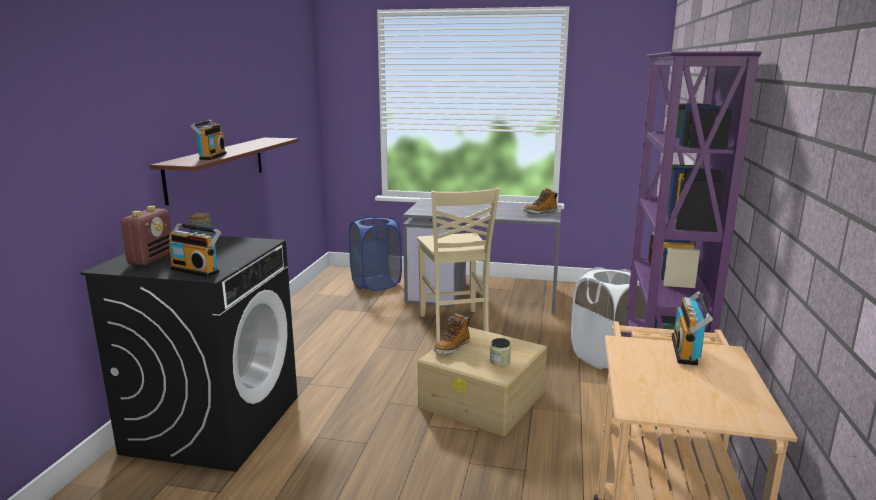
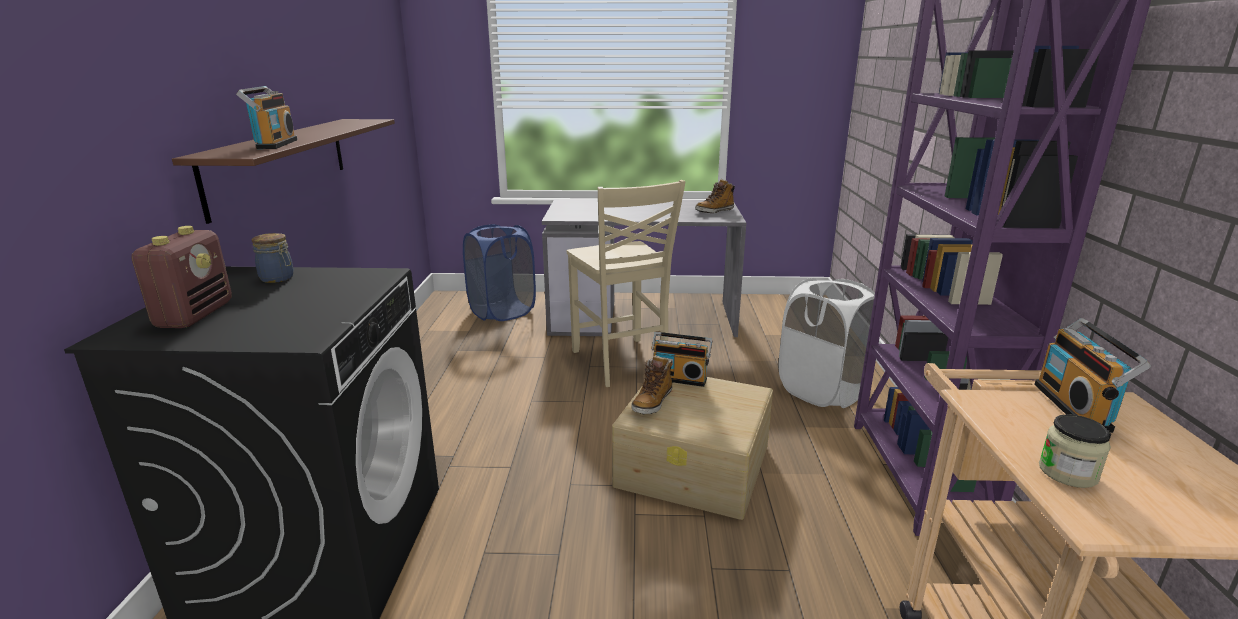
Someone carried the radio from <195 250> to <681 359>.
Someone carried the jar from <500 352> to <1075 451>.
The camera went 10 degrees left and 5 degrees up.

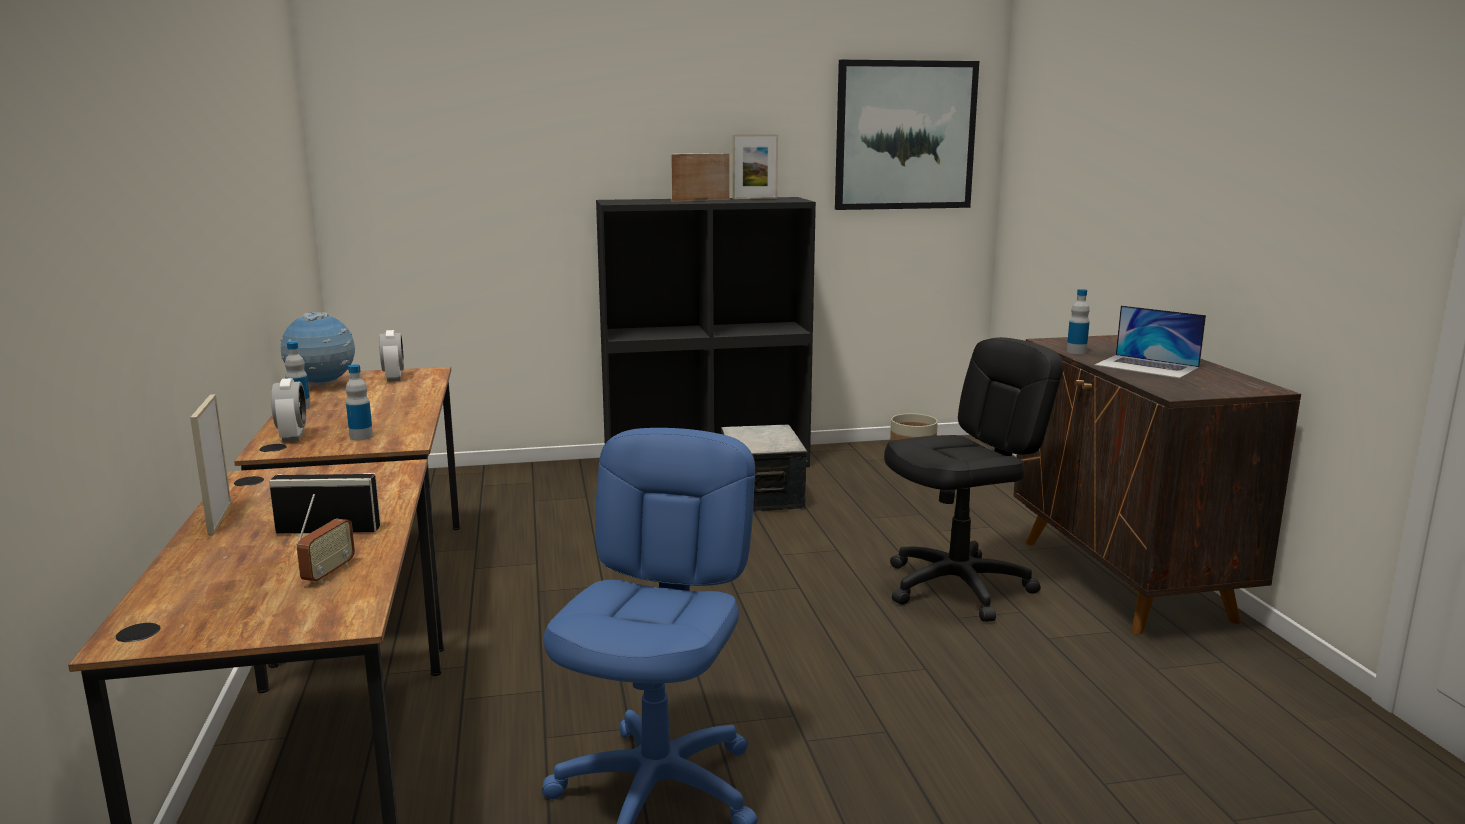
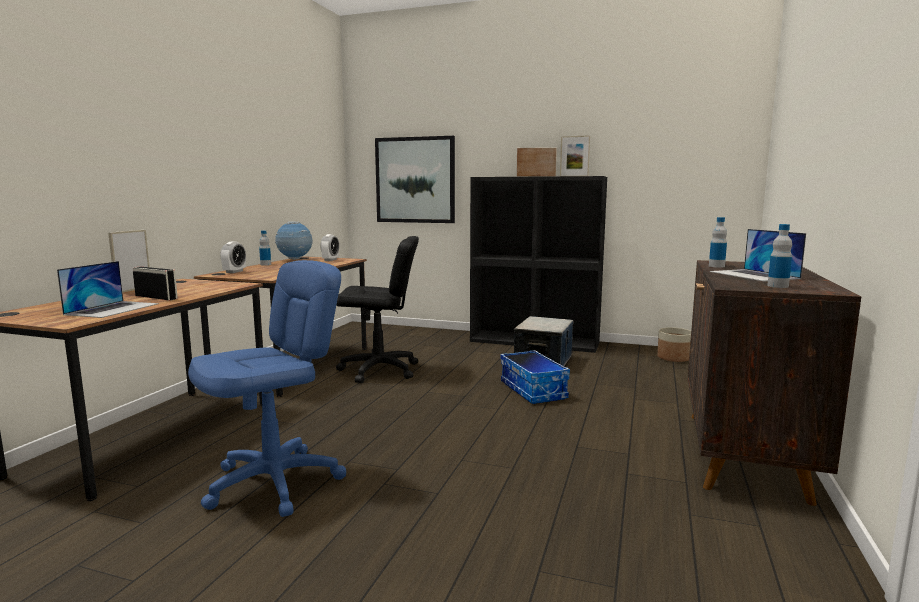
Someone put down the storage box at <535 377>.
Someone carried the bottle from <359 402> to <779 256>.
Someone carried the picture from <907 135> to <415 179>.
Someone carried the office chair in black from <974 479> to <377 309>.
Someone swapped the radio at <325 538> for the laptop at <108 289>.
The camera went 30 degrees right and 5 degrees down.

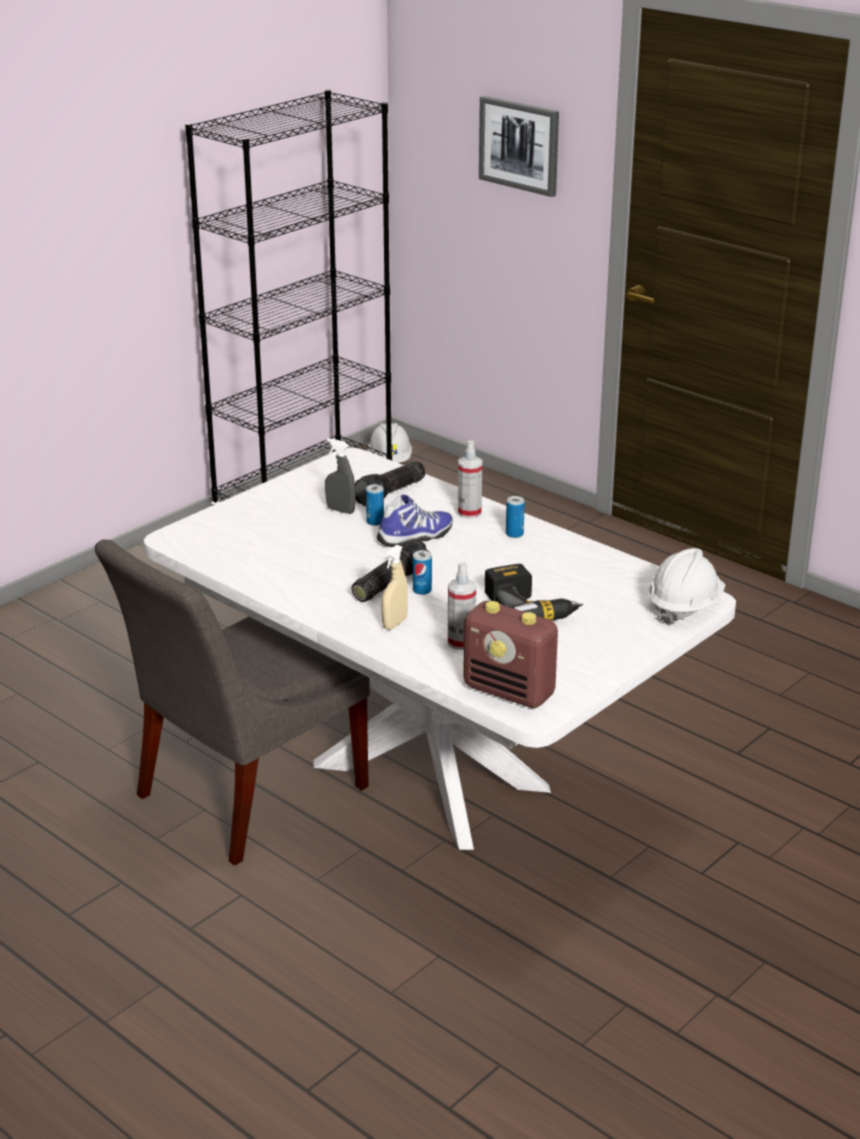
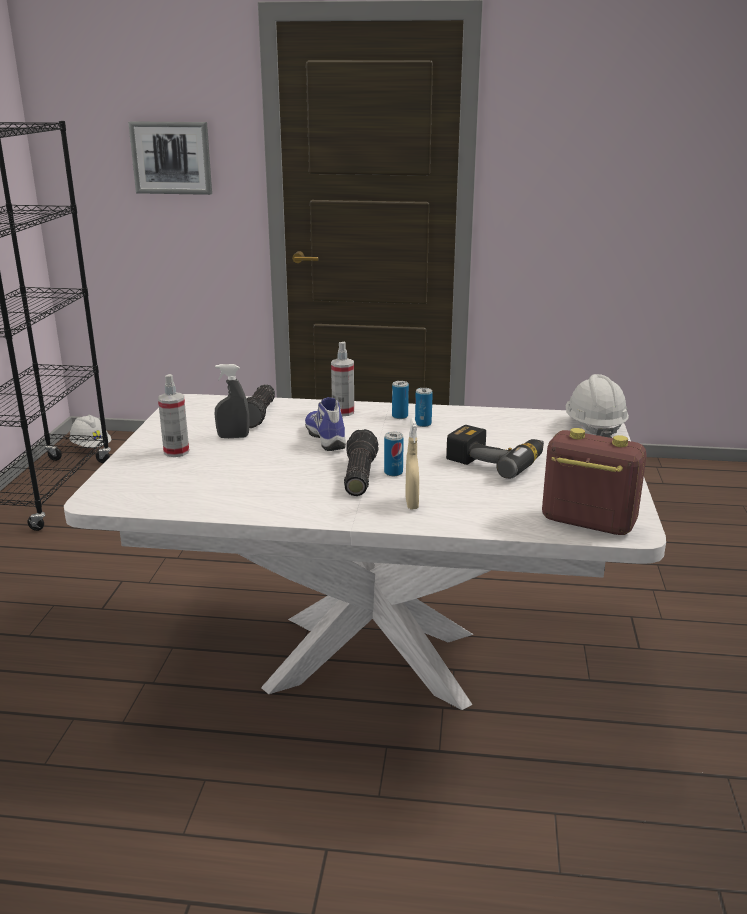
Someone took away the chair in grey at <232 702>.
Someone carried the can from <375 505> to <424 407>.
Someone carried the spray bottle from <462 606> to <173 415>.
Someone rotated the shoe at <415 521> by 45 degrees counterclockwise.
Someone rotated the radio at <510 654> by 150 degrees counterclockwise.
The camera went 35 degrees left and 5 degrees down.

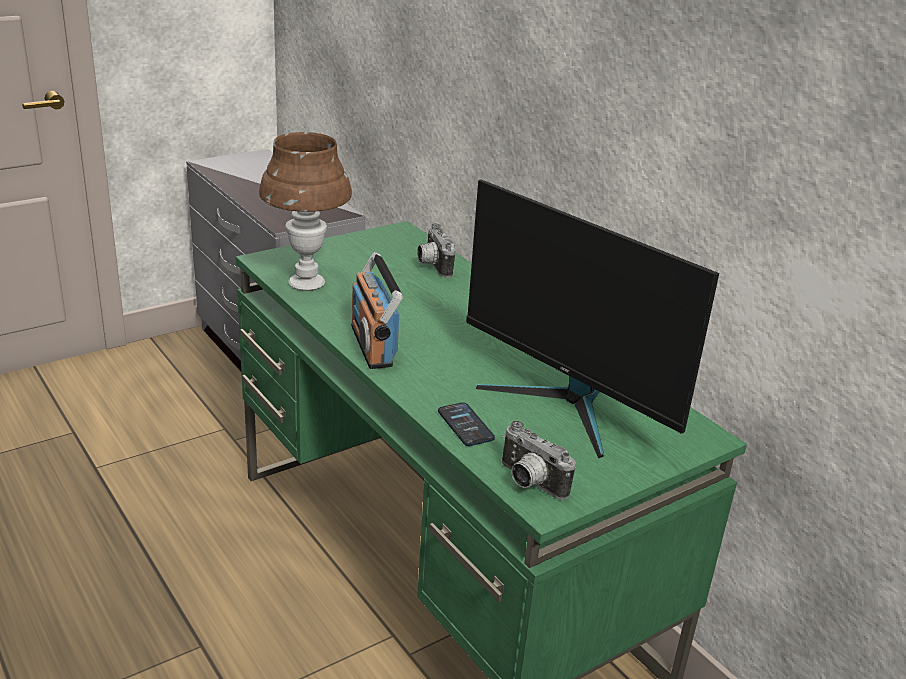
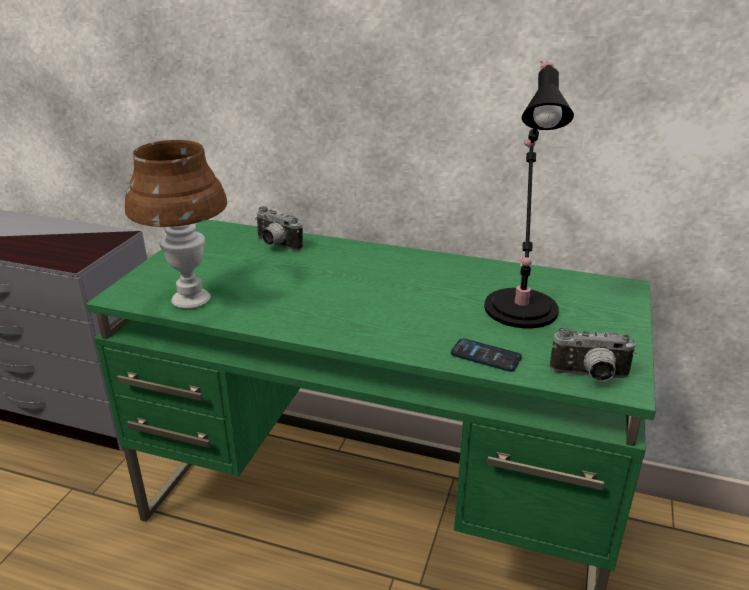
Someone took away the radio at <377 310>.
Someone swapped the monitor at <592 319> for the table lamp in black at <529 194>.
The camera went 35 degrees left and 0 degrees up.

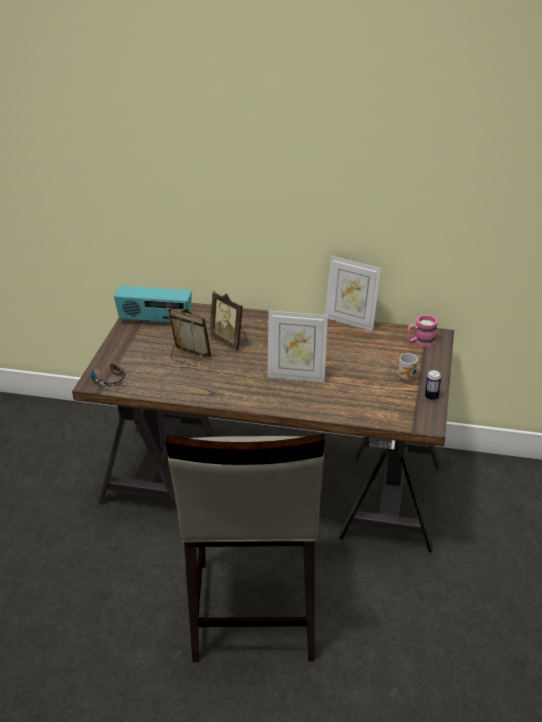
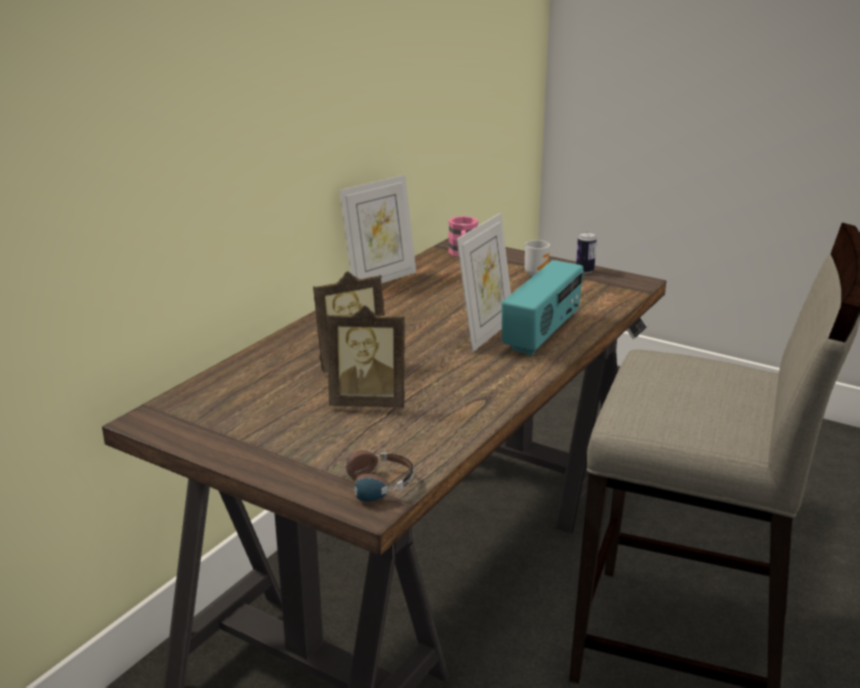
Someone carried the radio from <153 304> to <542 308>.
Someone rotated the picture frame at <189 337> by 135 degrees counterclockwise.
The camera went 70 degrees left and 10 degrees down.

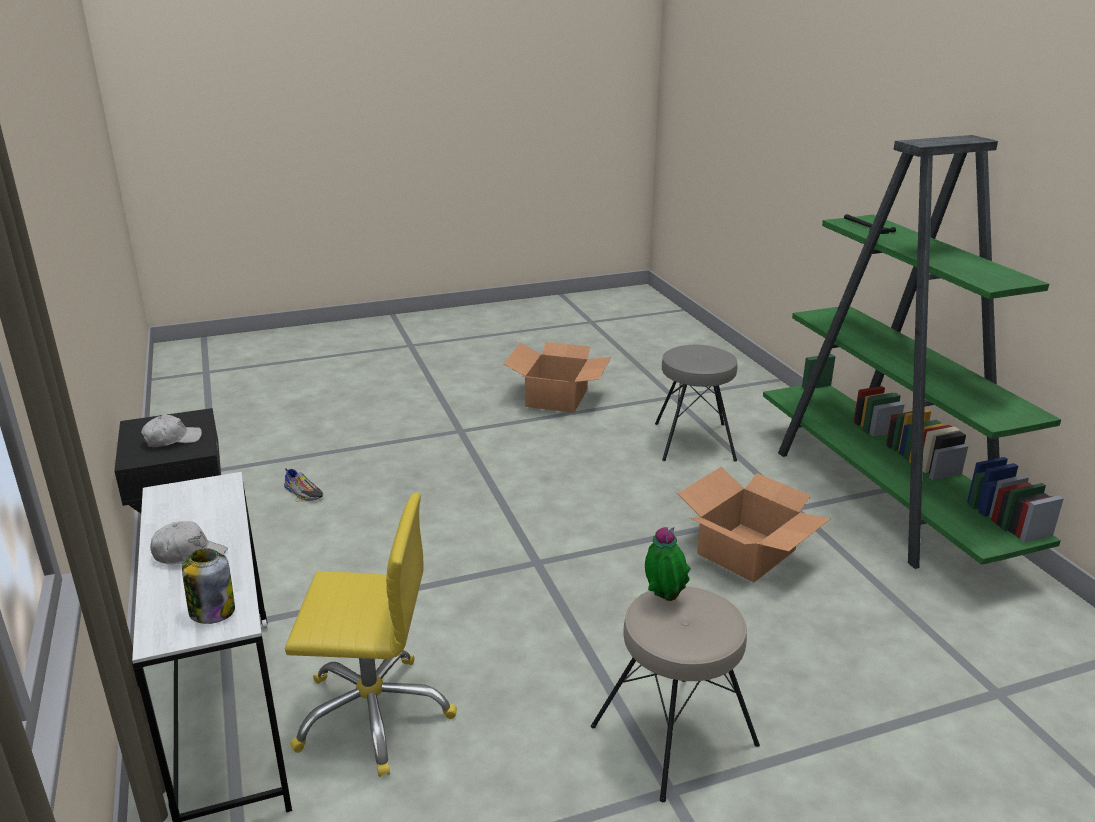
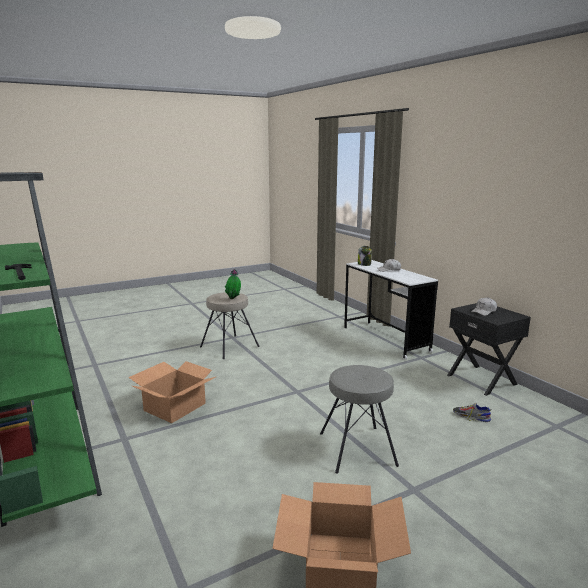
Someone took away the office chair in yellow at <371 634>.
Someone carried the stool in grey from <696 403> to <359 419>.
The camera went 170 degrees right and 10 degrees down.

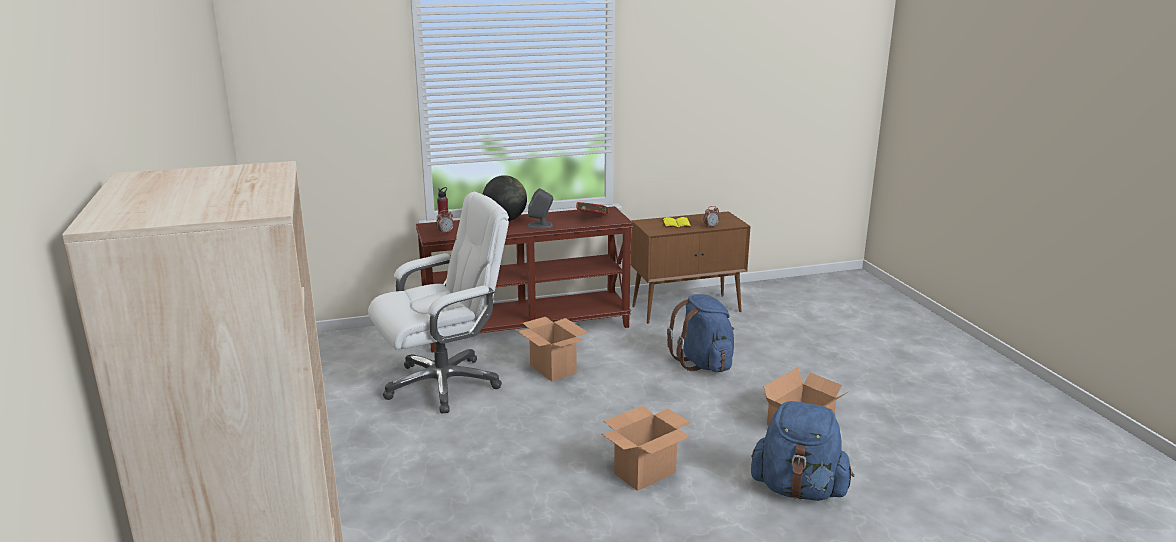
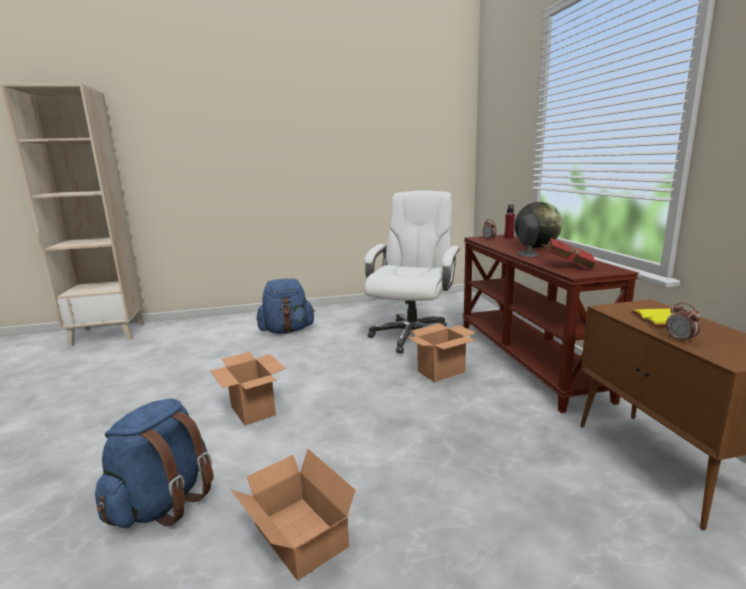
Someone carried the backpack in blue from <700 333> to <286 306>.
Someone rotated the office chair in white at <438 302> by 135 degrees counterclockwise.
The camera went 95 degrees right and 5 degrees down.

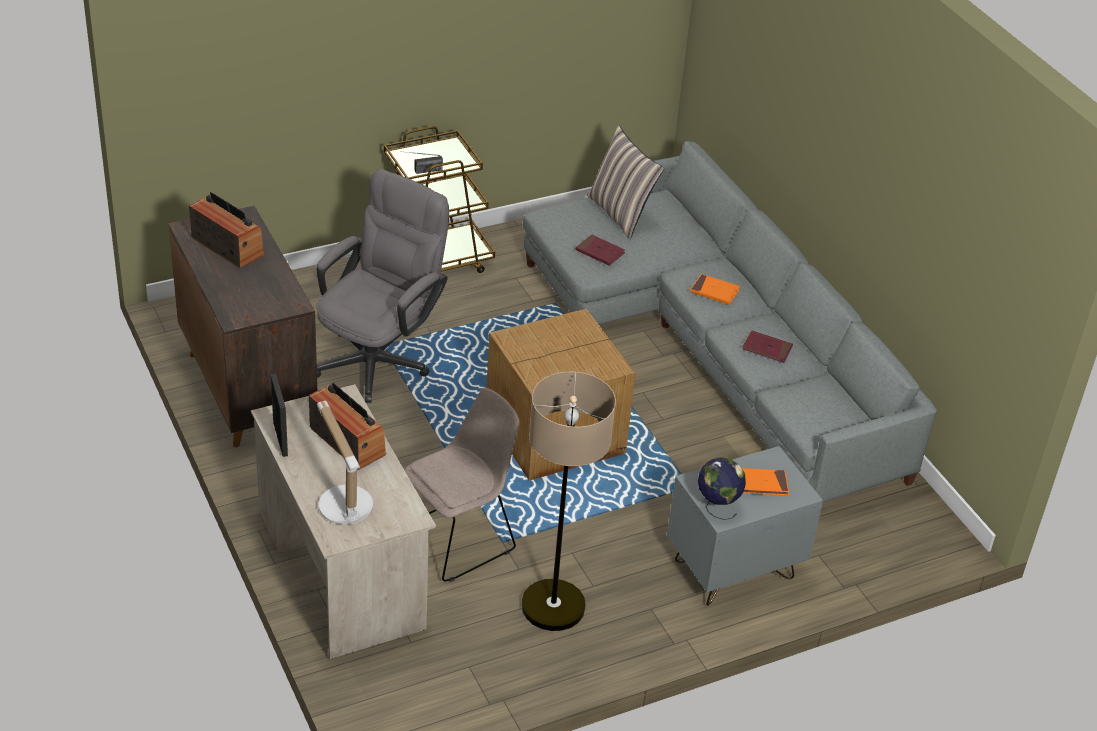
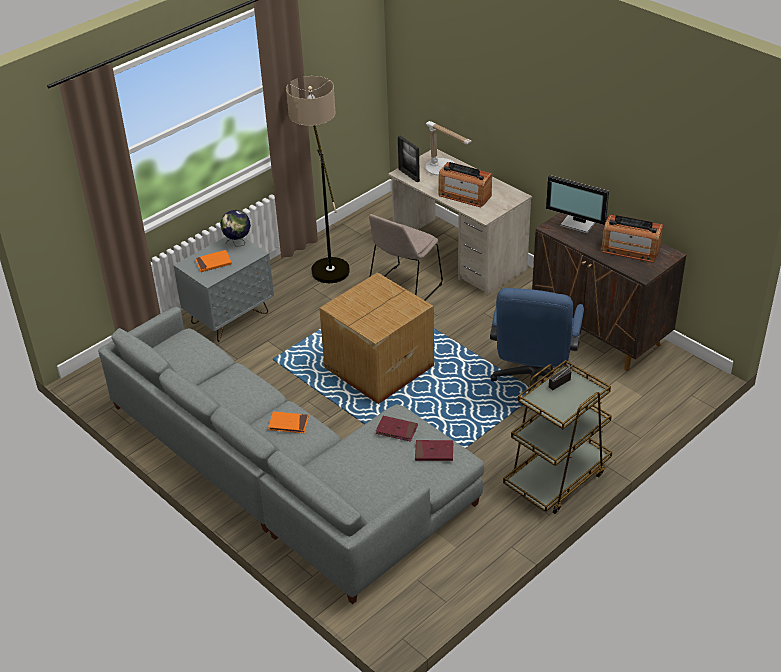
Someone took away the pillow at <625 182>.
Someone put down the monitor at <577 204>.
Someone carried the picture frame from <279 415> to <409 159>.
Someone carried the book in red from <767 346> to <434 450>.
Someone repainted the office chair in grey at <383 286>, which became the office chair in blue at <537 339>.
The camera went 165 degrees right and 0 degrees up.

